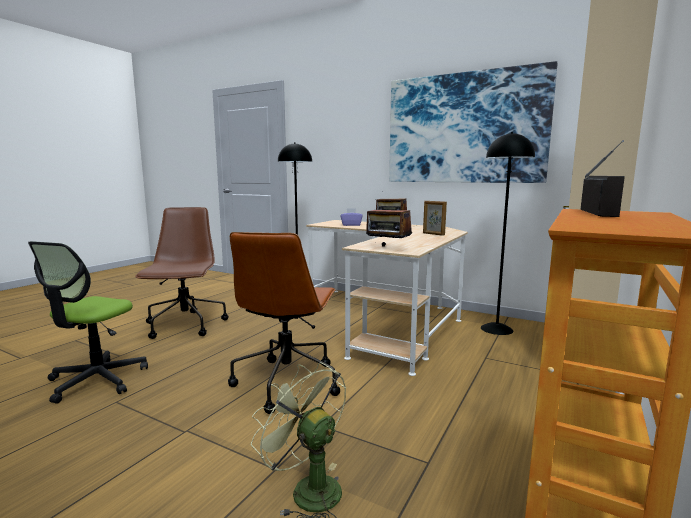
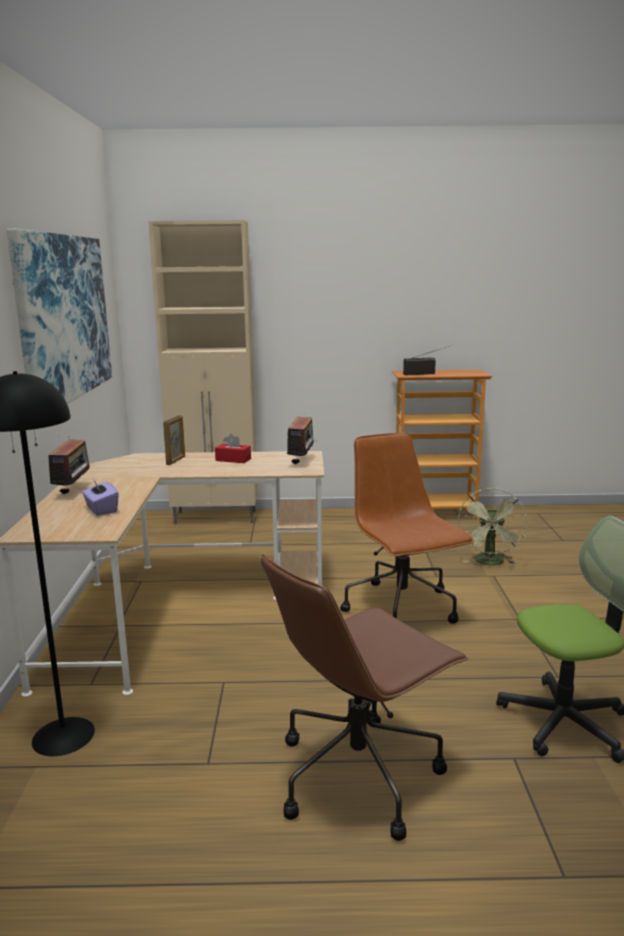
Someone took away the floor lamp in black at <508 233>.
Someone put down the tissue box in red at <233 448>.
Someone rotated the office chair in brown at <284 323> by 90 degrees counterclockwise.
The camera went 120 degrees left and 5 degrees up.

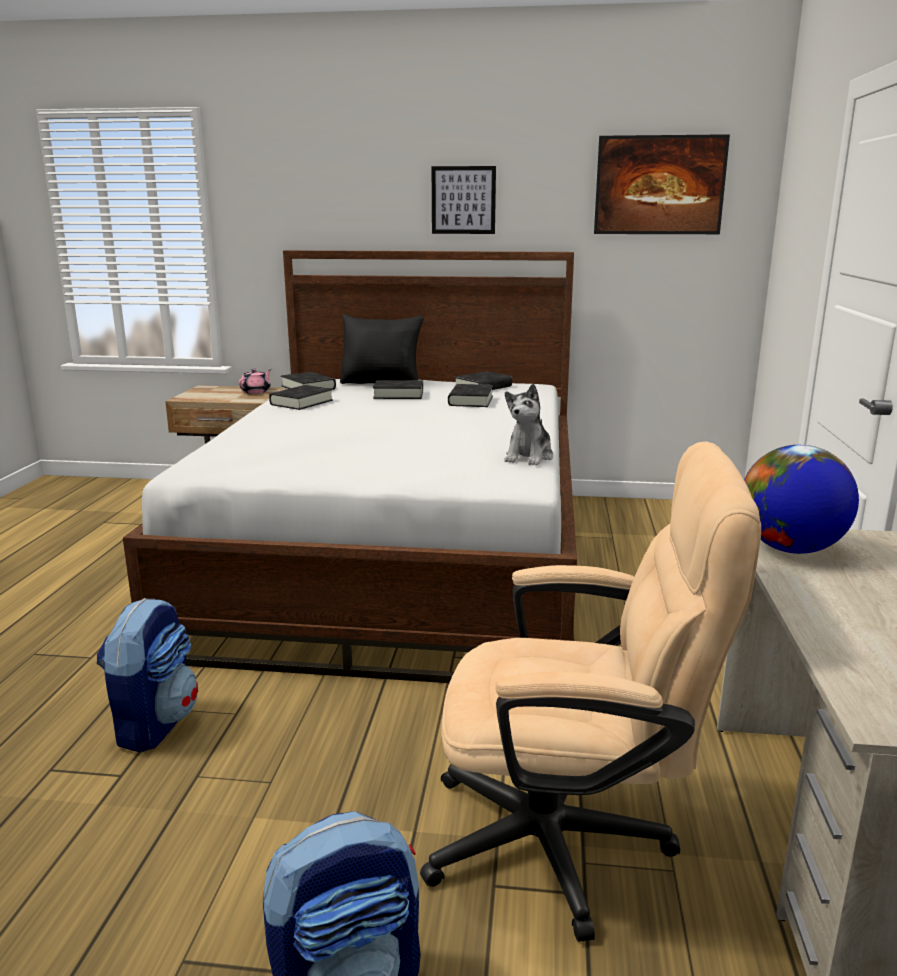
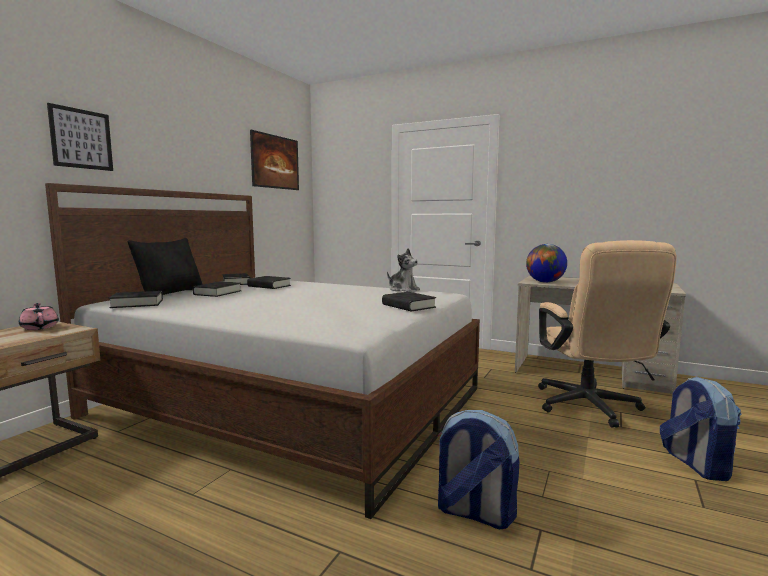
Someone carried the book in black from <301 397> to <409 301>.
Someone carried the picture from <464 200> to <80 137>.
Someone rotated the office chair in beige at <590 692> by 150 degrees clockwise.
The camera went 70 degrees left and 10 degrees down.

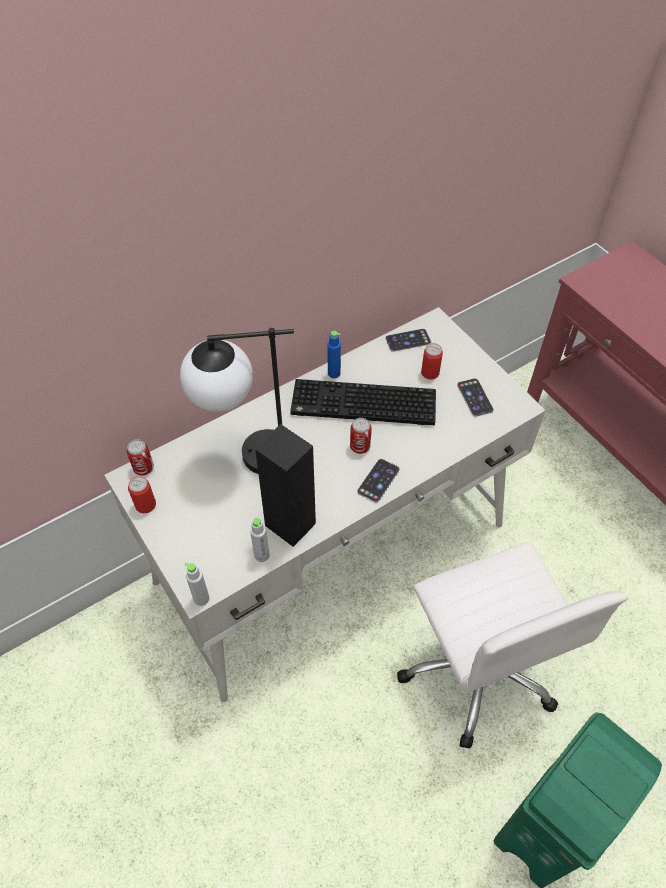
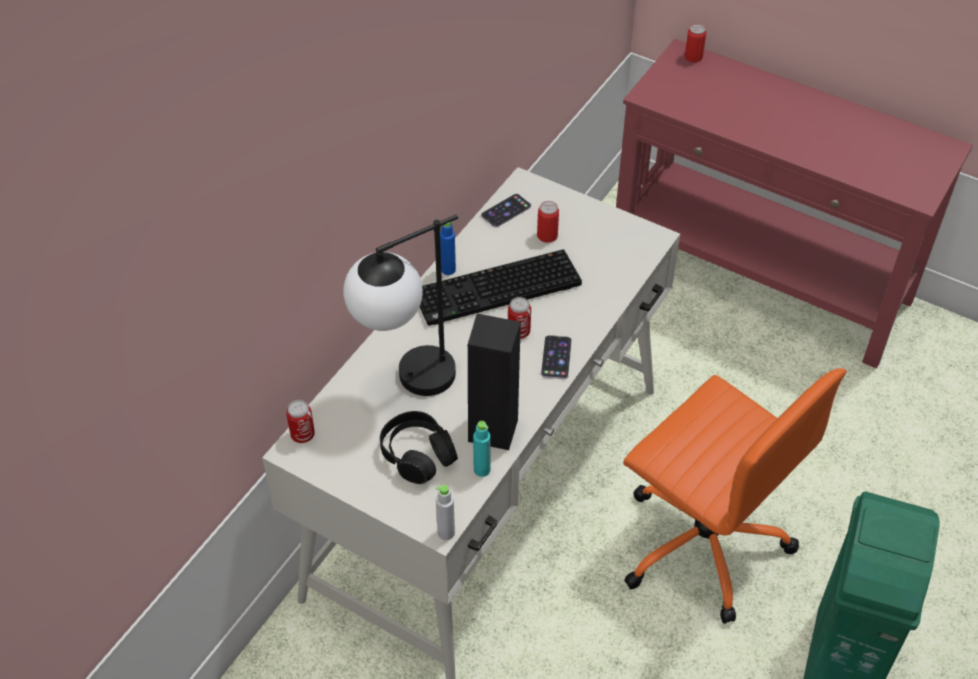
Someone took away the phone at <475 397>.
Someone put down the headphones in black at <419 447>.
Someone carried the can from <142 494> to <695 43>.
Someone repainted the bottle in grey at <259 540>, which became the bottle in turquoise at <482 449>.
Someone repainted the office chair in white at <512 645>, which became the office chair in orange at <734 496>.
The camera went 25 degrees left and 5 degrees down.

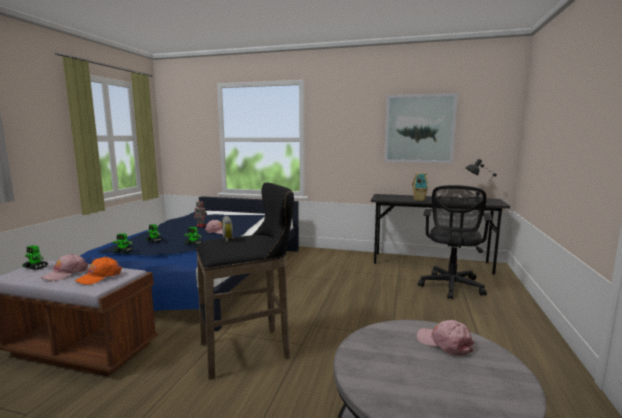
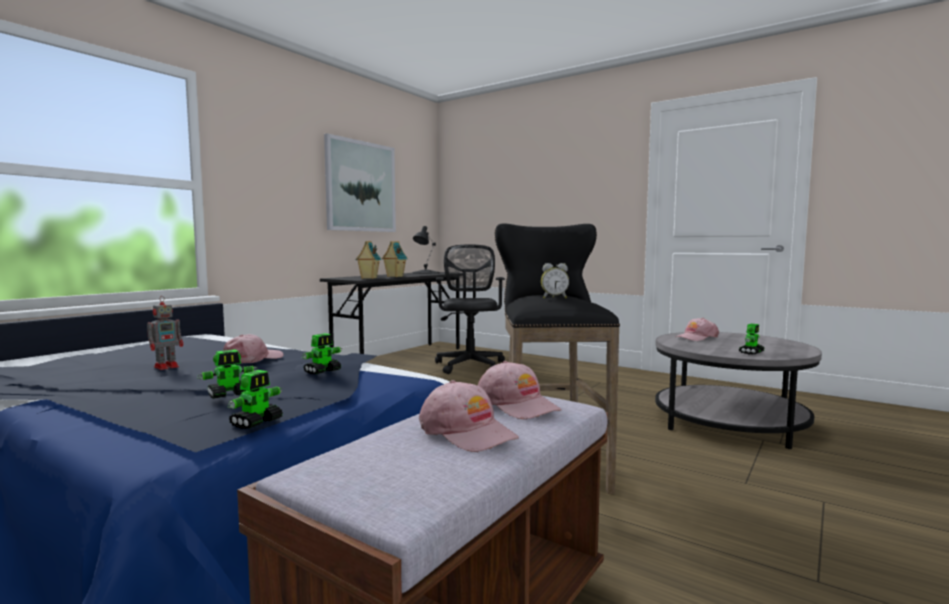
Someone put down the toy house at <369 260>.
Someone carried the toy robot from <35 257> to <752 339>.
Someone repainted the cap in orange at <98 271>, which became the cap in pink at <520 390>.
Someone rotated the office chair in black at <455 242> by 135 degrees counterclockwise.
The camera went 70 degrees left and 5 degrees down.

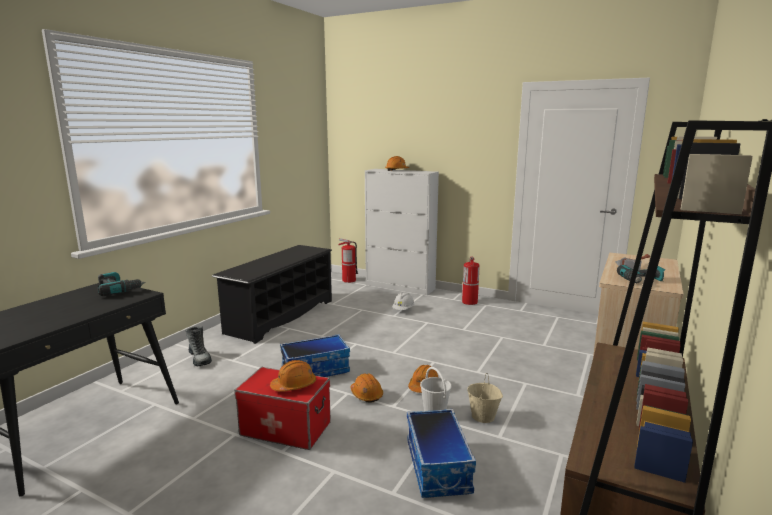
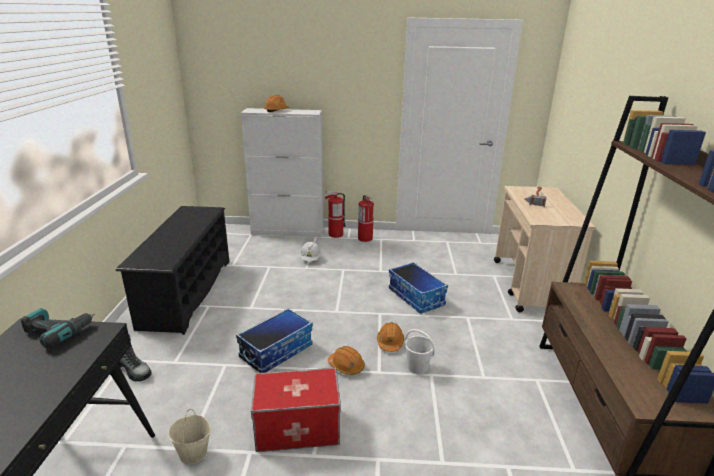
Someone took away the hard hat in orange at <293 376>.
Someone took away the power drill at <641 274>.
Someone carried the fire extinguisher from <348 260> to <335 214>.
Someone carried the storage box from <441 453> to <418 288>.
Someone carried the bucket in beige from <485 398> to <189 436>.
The camera went 25 degrees left and 10 degrees up.

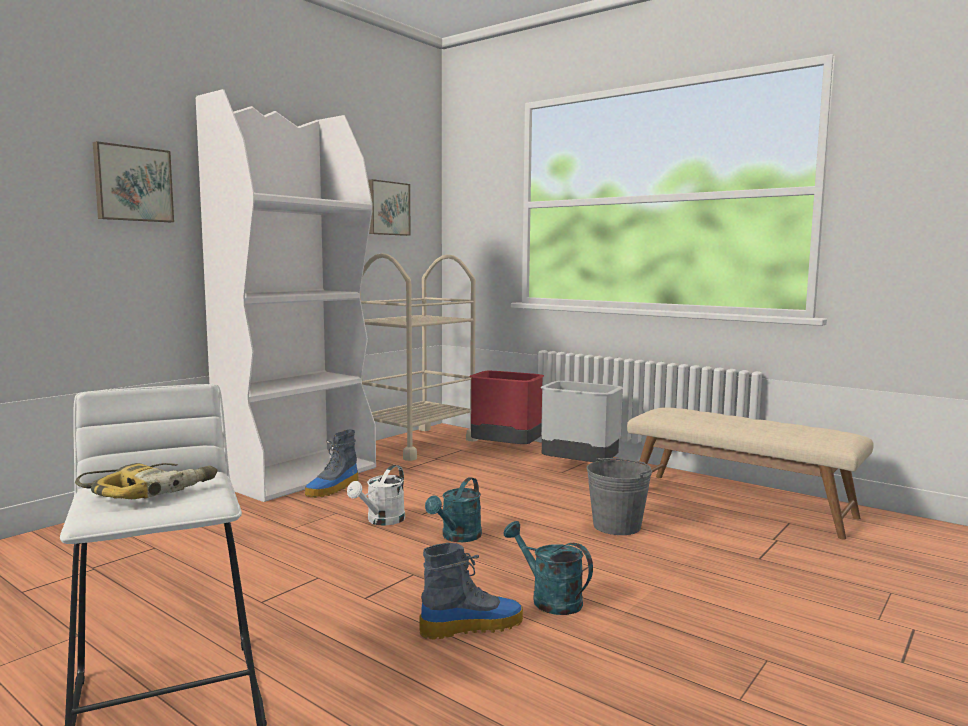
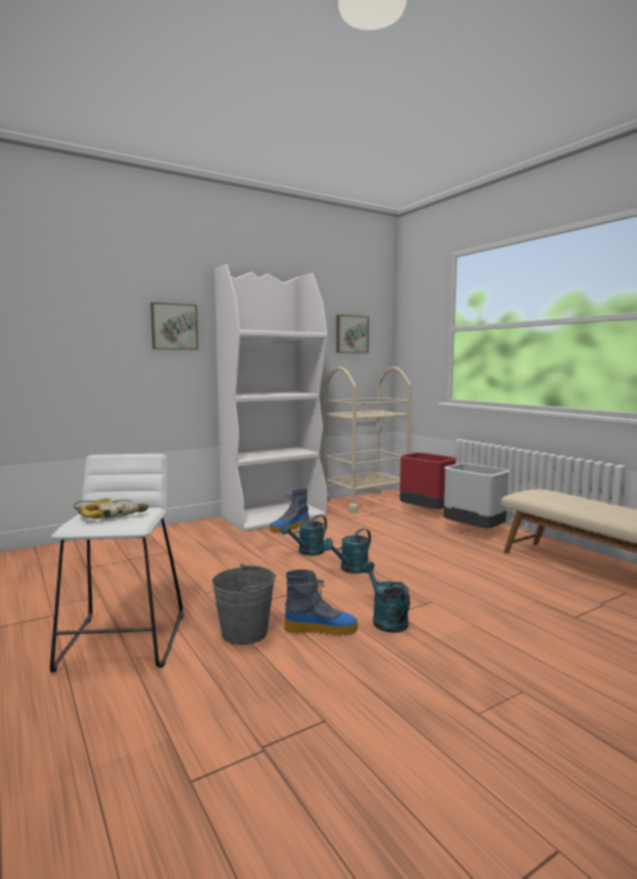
Someone carried the bucket in grey from <619 496> to <244 604>.
Someone repainted the watering can in white at <376 495>, which became the watering can in turquoise at <303 535>.
The camera went 20 degrees right and 0 degrees up.

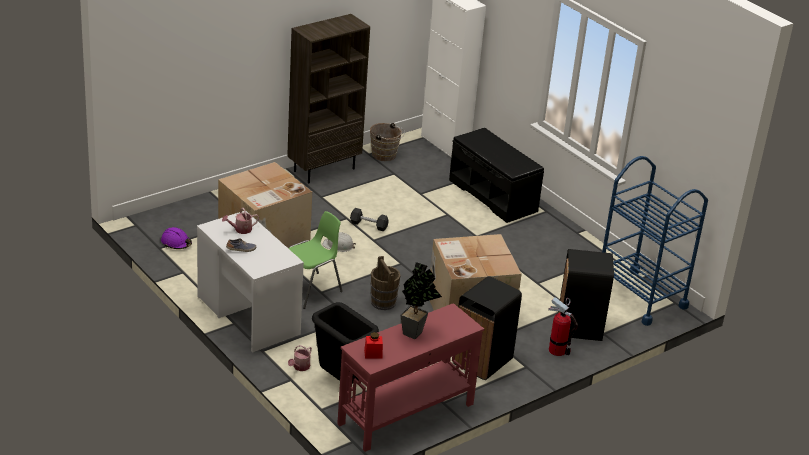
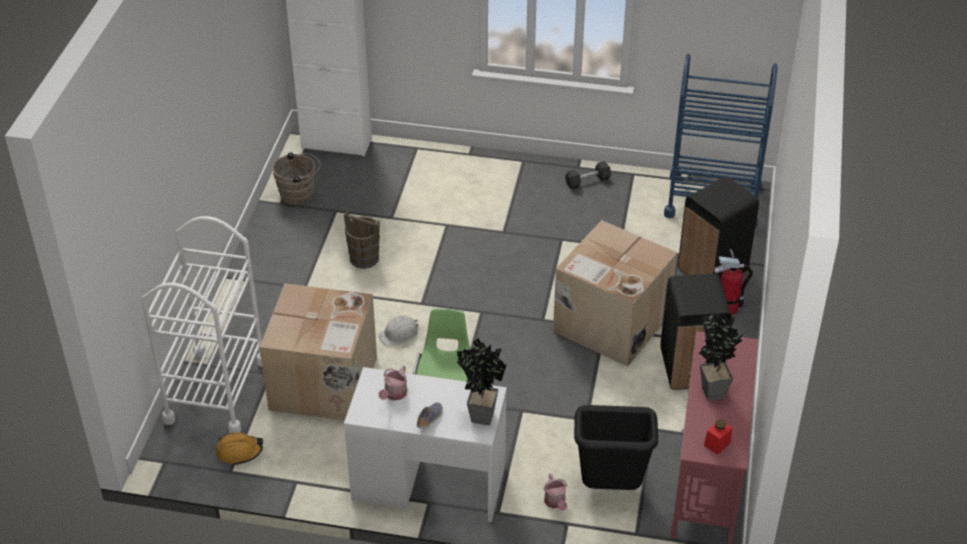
Someone took away the bookcase in brown at <328 98>.
Someone took away the bench in black at <496 175>.
Someone put down the cart in white at <201 325>.
Someone put down the potted plant at <482 381>.
Someone carried the dumbbell in black from <369 219> to <588 175>.
Someone carried the bucket in brown from <386 283> to <362 240>.
Someone repainted the hard hat in purple at <176 238>, which became the hard hat in orange at <239 448>.
The camera went 40 degrees left and 10 degrees up.

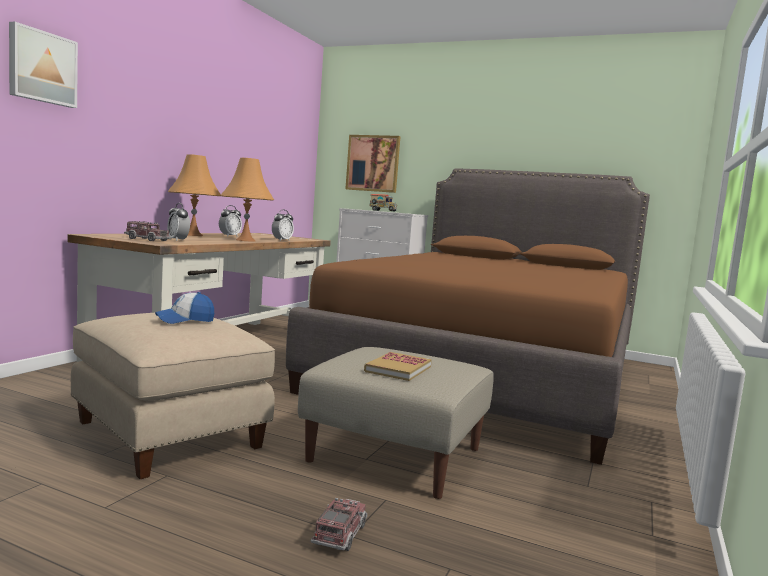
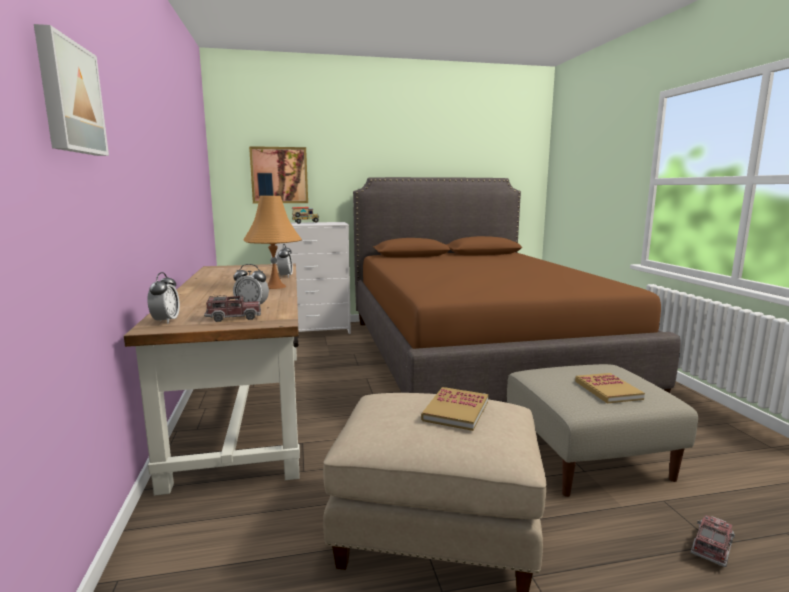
Someone took away the table lamp in orange at <194 195>.
Someone carried the alarm clock from <230 221> to <163 298>.
Someone swapped the cap at <184 308> for the book at <454 409>.
Someone rotated the toy truck at <339 524> by 60 degrees clockwise.
The camera went 35 degrees left and 5 degrees up.

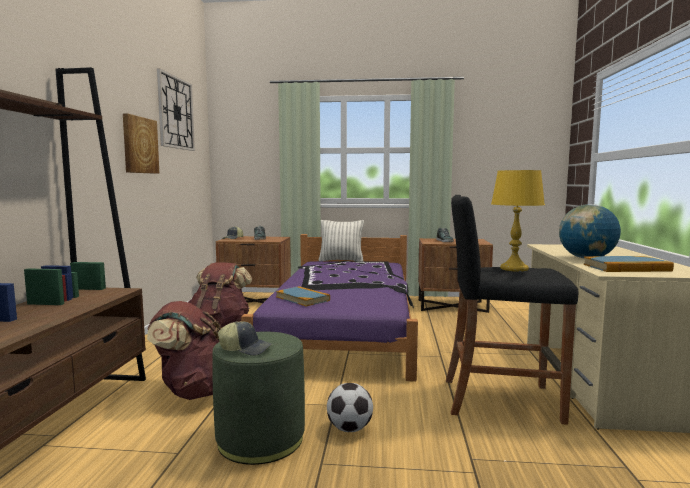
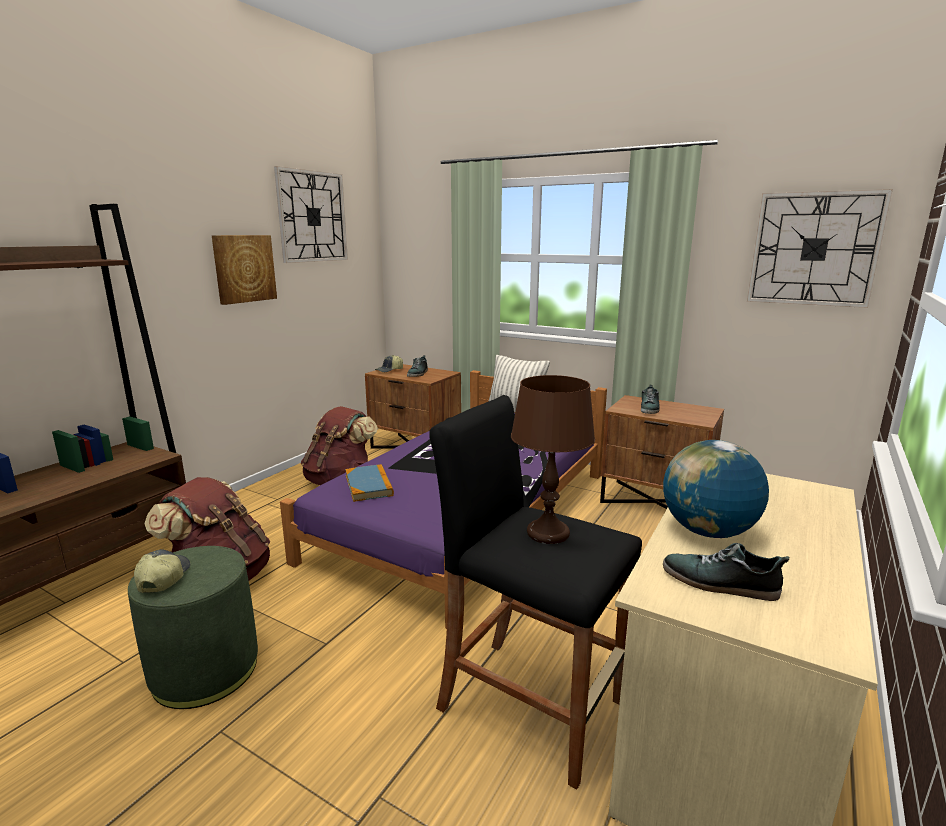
Someone took away the football at <350 407>.
Someone put up the wall clock at <820 248>.
Someone swapped the book at <629 264> for the shoe at <726 572>.
Someone repainted the table lamp in yellow at <518 221>, which became the table lamp in brown at <553 459>.
Someone rotated the cap at <245 338> by 135 degrees counterclockwise.
The camera went 25 degrees right and 10 degrees up.

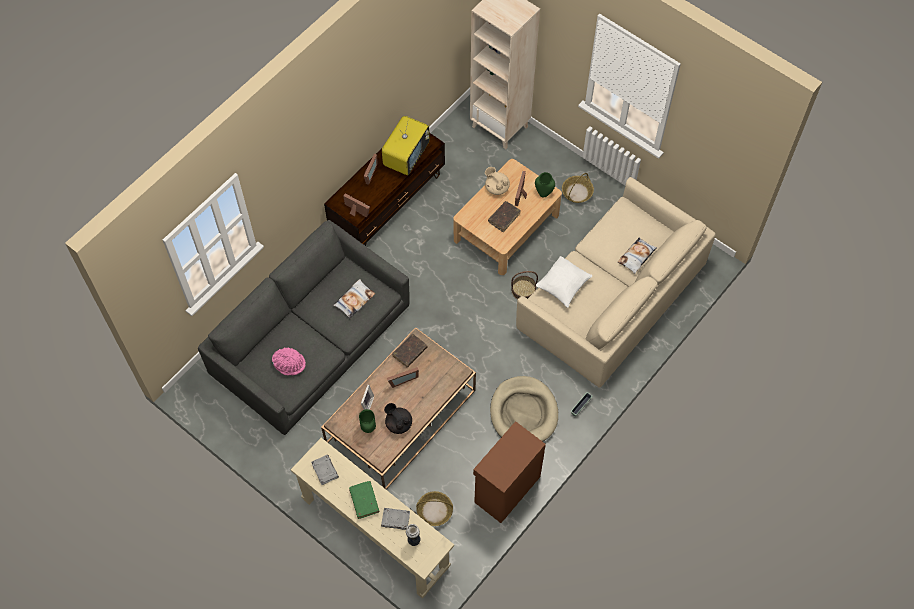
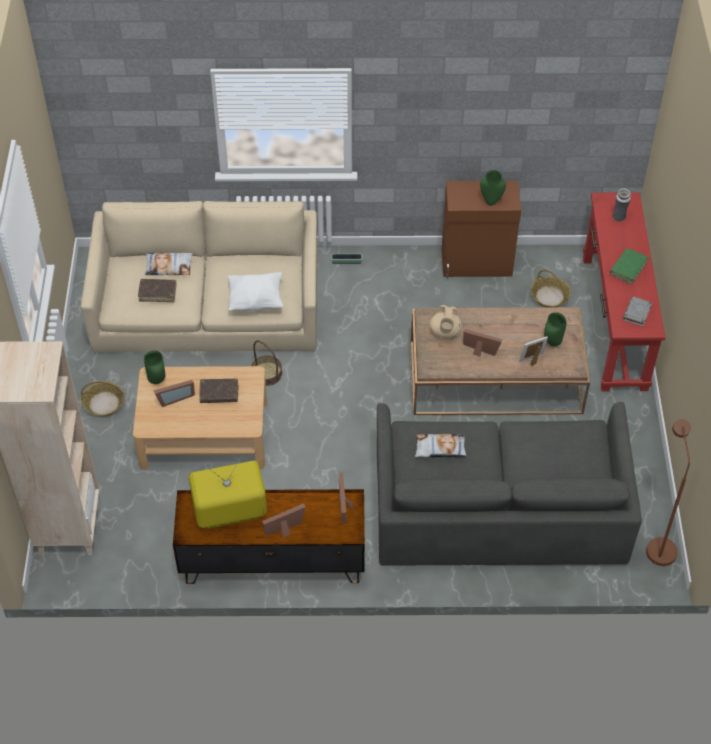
Someone took away the hat in pink at <289 361>.
Someone took away the book in grey at <395 519>.
Someone took away the teapot in black at <398 418>.
Someone took away the dog bed in beige at <524 409>.
Someone put down the vase in green at <493 188>.
Someone put down the floor lamp in brown at <668 492>.
Someone carried the book in brown from <410 351> to <157 290>.
Someone carried the teapot in beige from <497 181> to <446 321>.
Someone repainted the console table in beige at <372 518>, which became the console table in red at <624 291>.
The camera went 130 degrees left and 10 degrees down.

